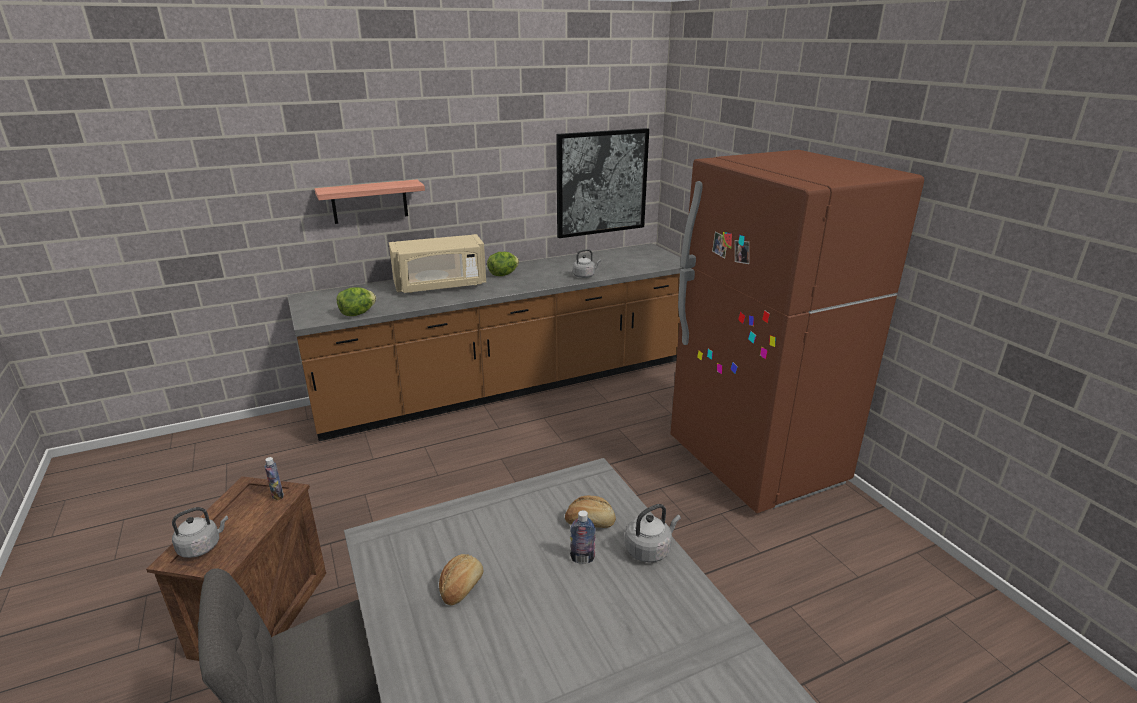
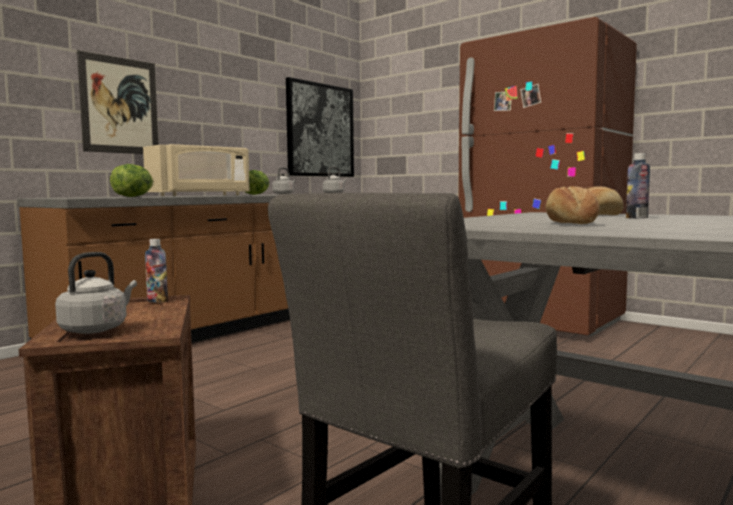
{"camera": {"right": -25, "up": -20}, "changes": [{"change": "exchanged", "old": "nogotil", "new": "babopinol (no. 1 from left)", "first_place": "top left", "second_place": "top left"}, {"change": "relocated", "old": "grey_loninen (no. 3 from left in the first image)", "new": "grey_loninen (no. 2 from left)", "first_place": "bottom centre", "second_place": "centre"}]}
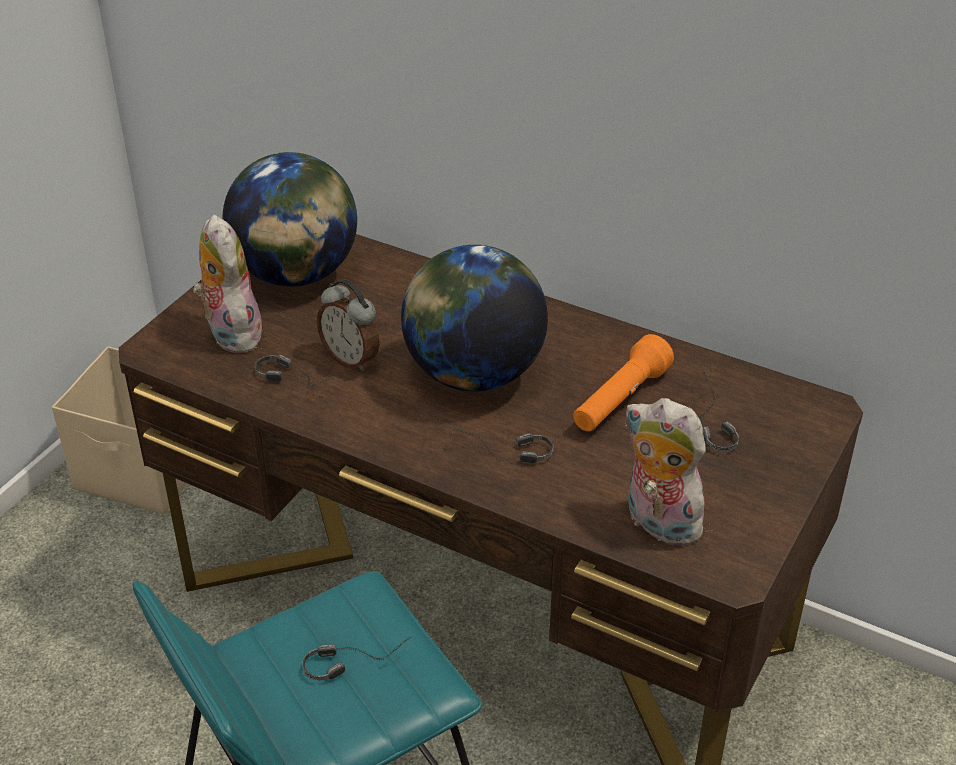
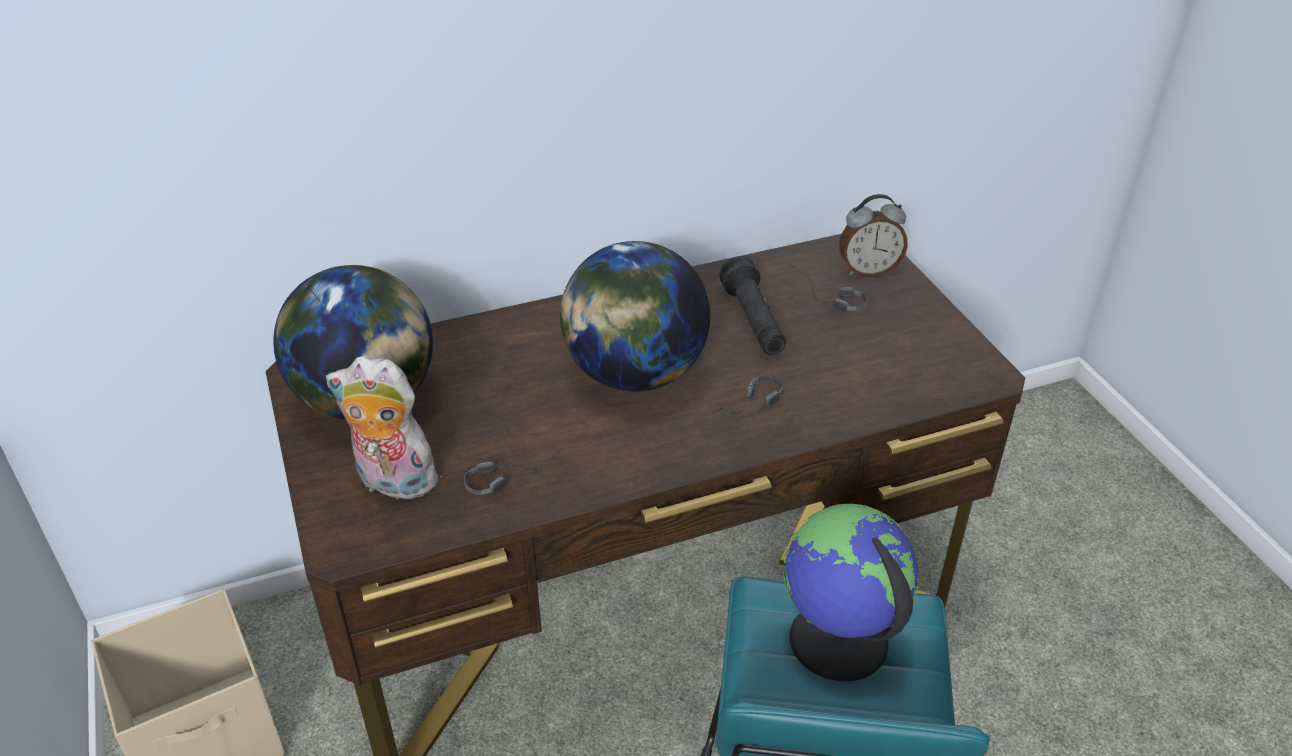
{"camera": {"right": -50, "up": 0}, "changes": [{"change": "colour", "old": "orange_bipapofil", "new": "black_bipapofil", "first_place": "centre", "second_place": "centre"}, {"change": "exchanged", "old": "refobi (no. 2 from left)", "new": "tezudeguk (no. 3 from left)", "first_place": "bottom centre", "second_place": "bottom centre"}, {"change": "relocated", "old": "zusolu", "first_place": "centre", "second_place": "top right"}, {"change": "missing", "old": "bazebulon (no. 2 from left)", "first_place": "middle right"}]}
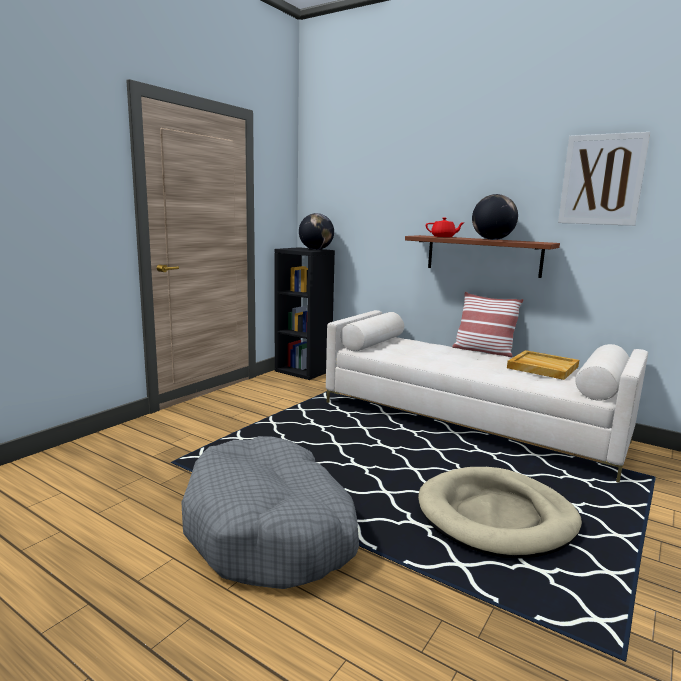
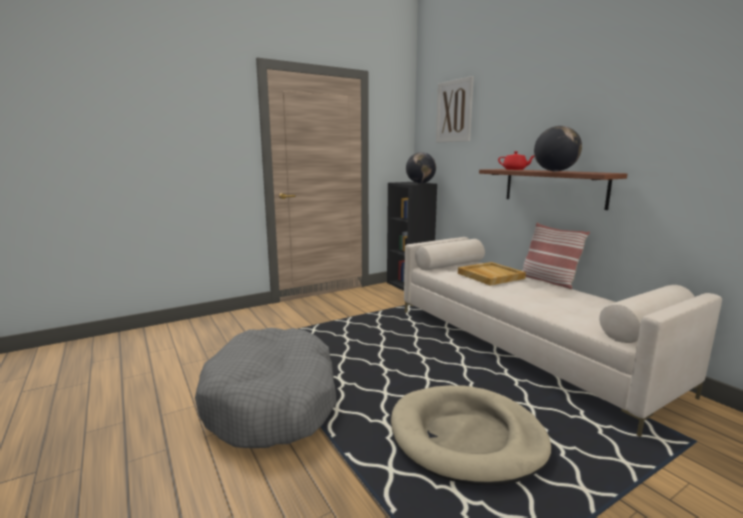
{"camera": {"right": 25, "up": 0}, "changes": [{"change": "relocated", "old": "babopinol", "first_place": "top right", "second_place": "top centre"}, {"change": "relocated", "old": "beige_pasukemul", "first_place": "middle right", "second_place": "centre"}]}
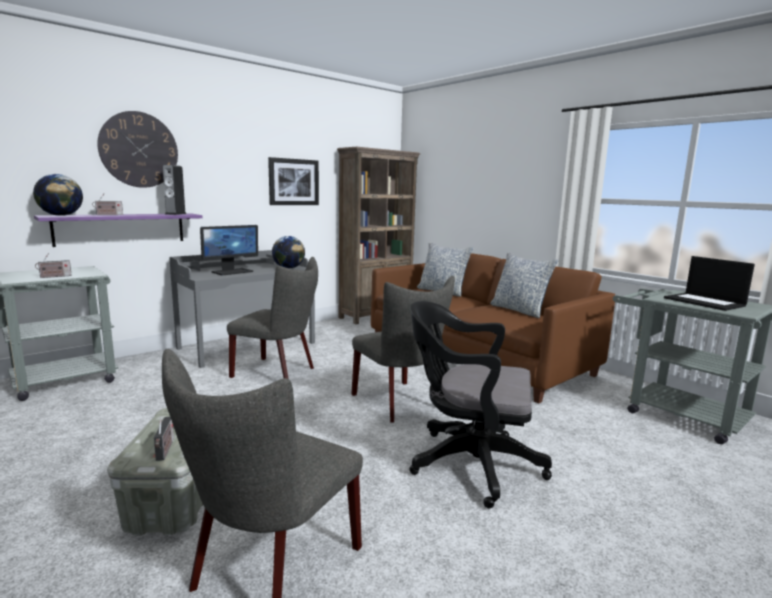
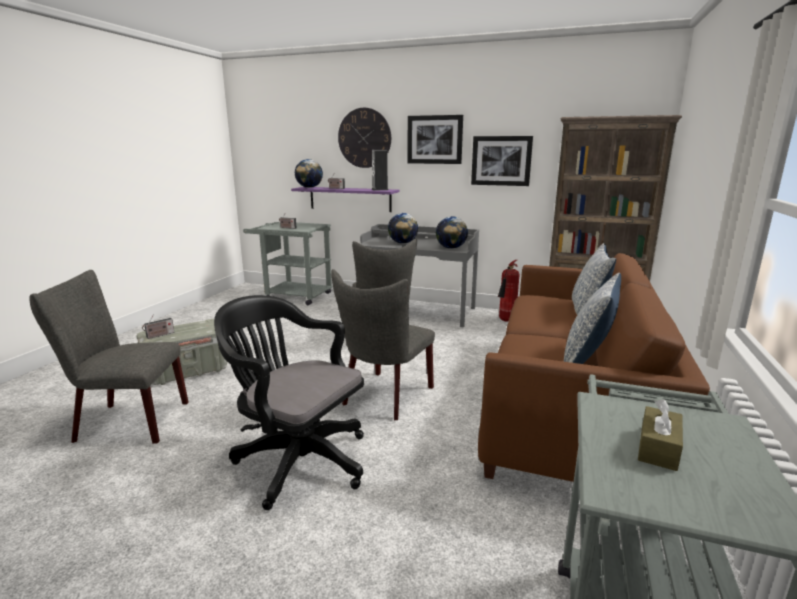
{"camera": {"right": 60, "up": 5}, "changes": [{"change": "spun", "old": "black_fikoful", "first_place": "bottom centre", "second_place": "bottom centre", "degrees": -45}, {"change": "exchanged", "old": "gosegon", "new": "tezudeguk (no. 2 from left)", "first_place": "middle left", "second_place": "centre"}, {"change": "appeared", "new": "babopinol (no. 1 from left)", "second_place": "top centre"}, {"change": "appeared", "new": "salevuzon", "second_place": "centre"}, {"change": "exchanged", "old": "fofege", "new": "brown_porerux", "first_place": "middle right", "second_place": "bottom right"}]}
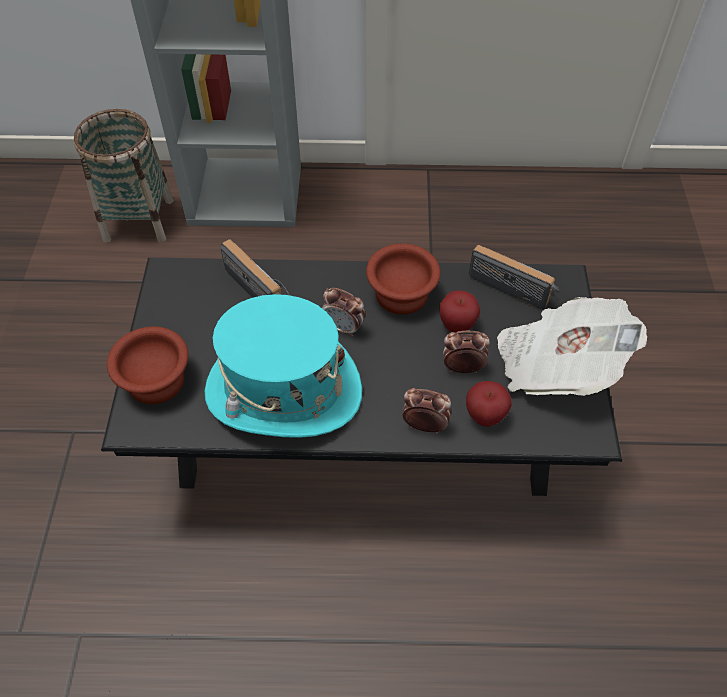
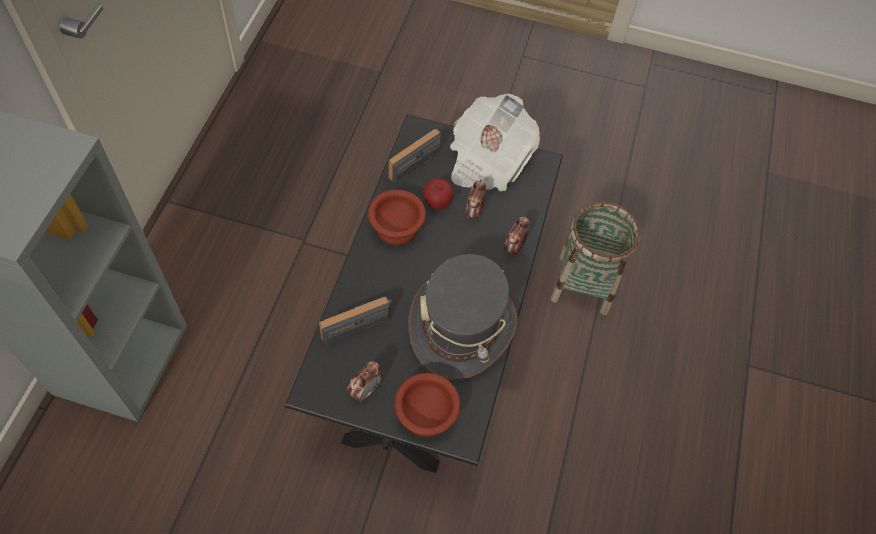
{"camera": {"right": -80, "up": 5}, "changes": [{"change": "relocated", "old": "zusolu (no. 1 from left)", "first_place": "centre", "second_place": "bottom centre"}, {"change": "colour", "old": "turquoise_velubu", "new": "grey_velubu", "first_place": "centre", "second_place": "centre"}, {"change": "relocated", "old": "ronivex", "first_place": "top left", "second_place": "middle right"}, {"change": "missing", "old": "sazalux (no. 2 from left)", "first_place": "middle right"}]}
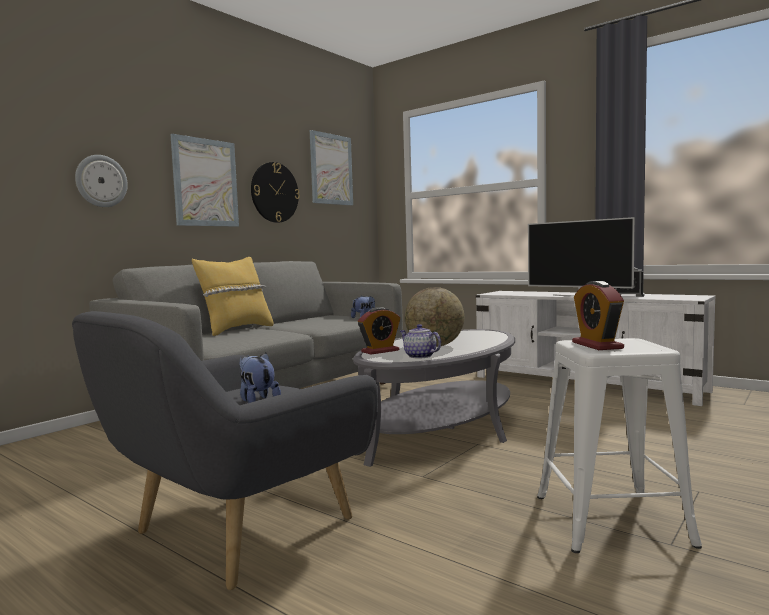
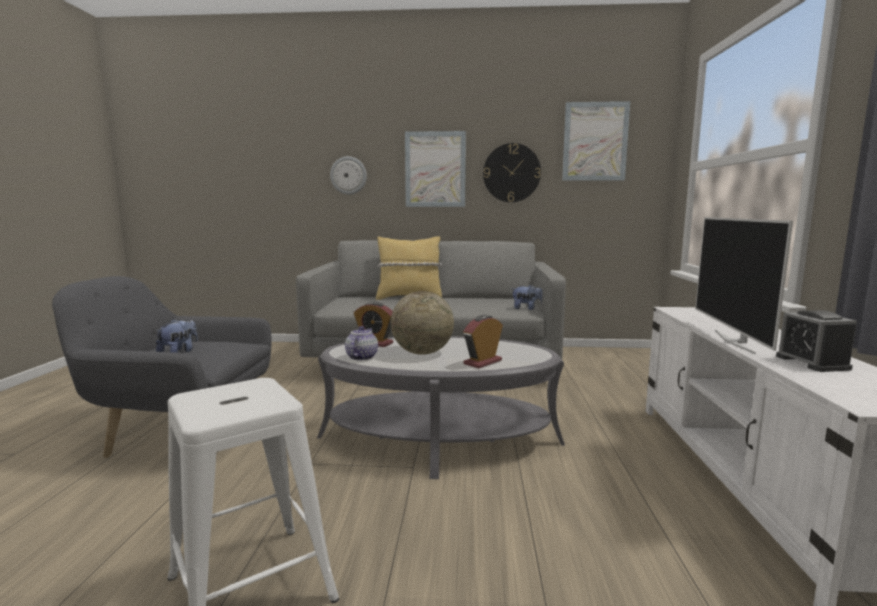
{"camera": {"right": 55, "up": 5}, "changes": [{"change": "relocated", "old": "zusolu (no. 2 from left)", "first_place": "middle right", "second_place": "centre"}]}
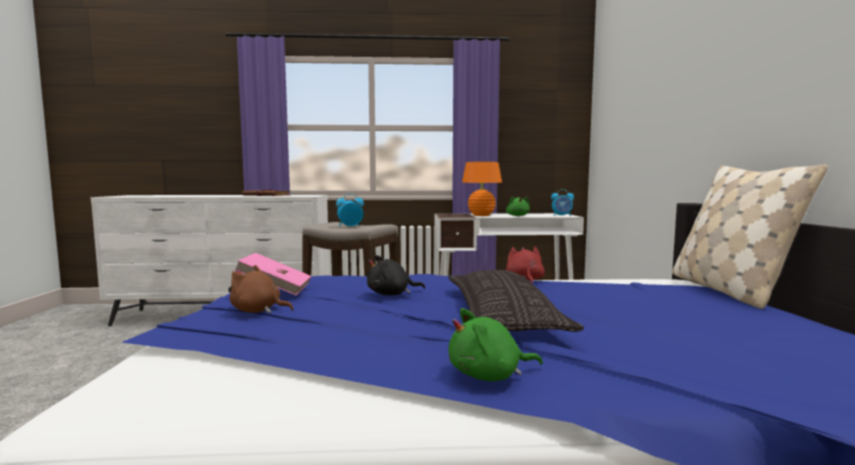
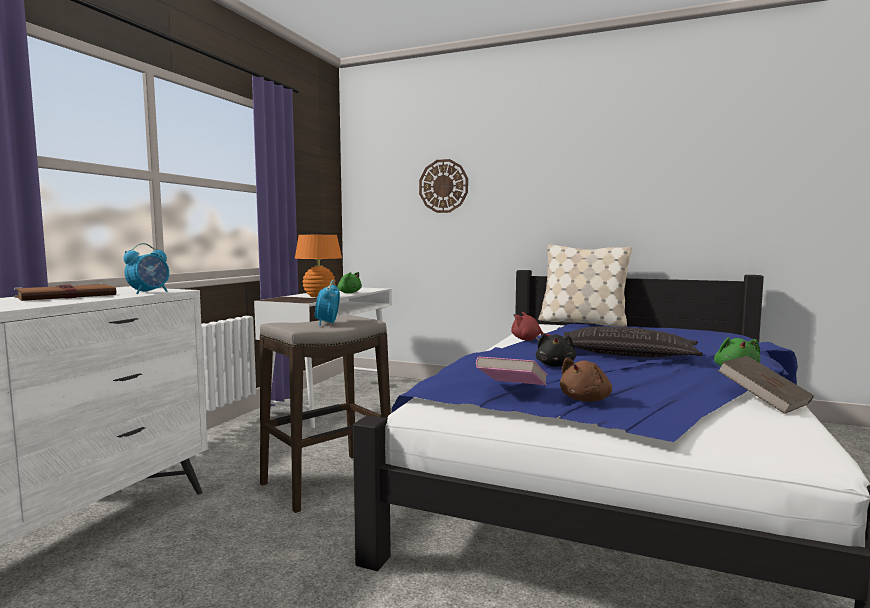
{"camera": {"right": -65, "up": 0}, "changes": [{"change": "relocated", "old": "zusolu (no. 2 from left in the first image)", "new": "zusolu (no. 1 from left)", "first_place": "centre", "second_place": "middle left"}, {"change": "appeared", "new": "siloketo", "second_place": "top centre"}, {"change": "appeared", "new": "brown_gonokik (no. 2 from left)", "second_place": "middle right"}]}
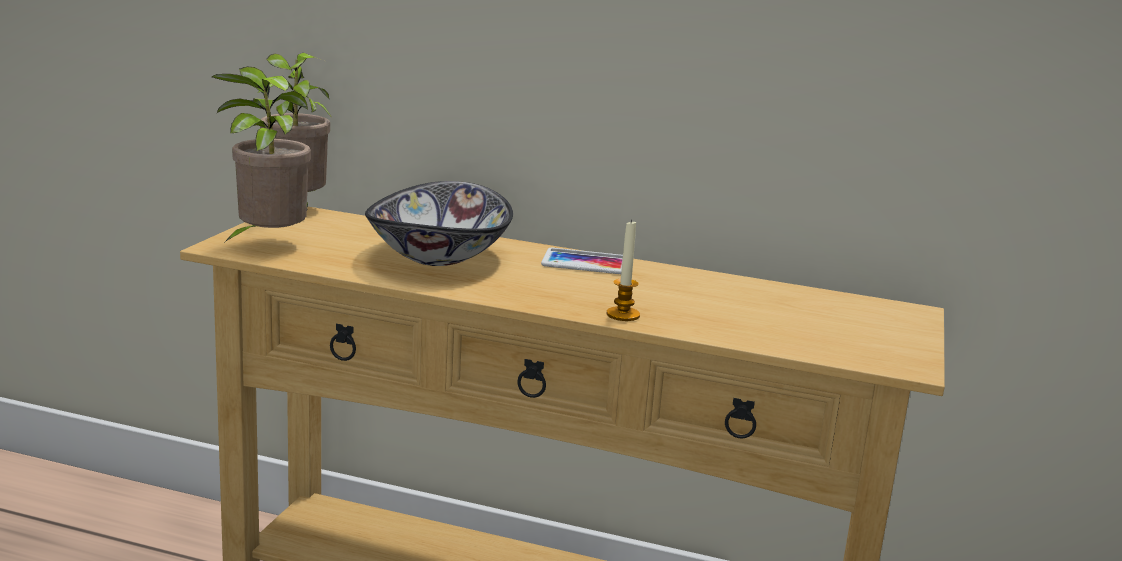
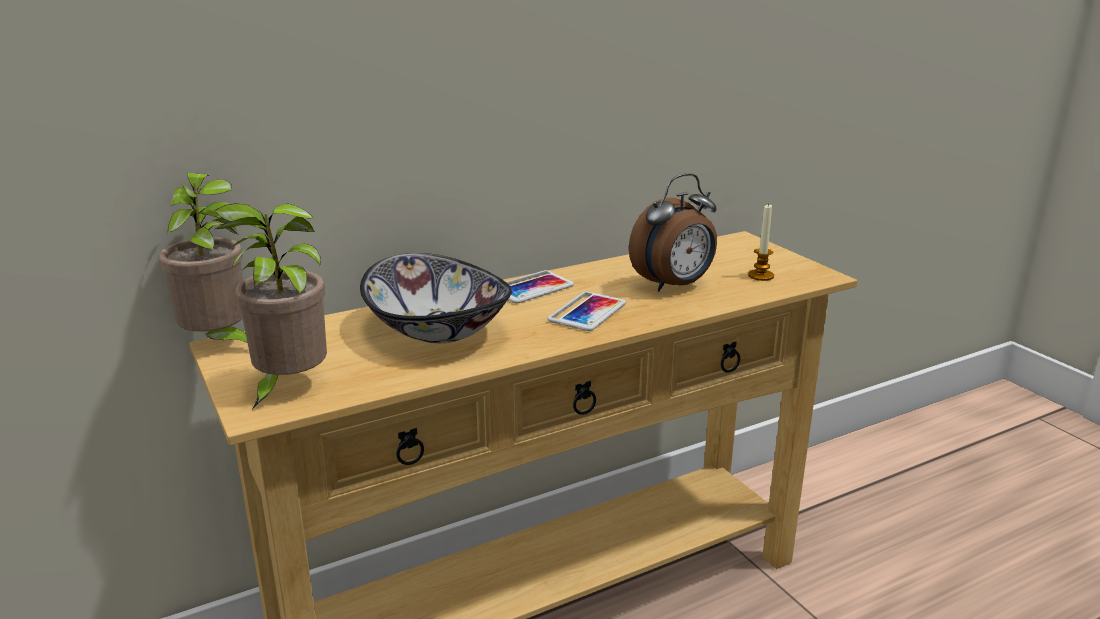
{"camera": {"right": -45, "up": 5}, "changes": [{"change": "appeared", "new": "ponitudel (no. 2 from left)", "second_place": "centre"}, {"change": "appeared", "new": "zusolu", "second_place": "centre"}, {"change": "relocated", "old": "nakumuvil", "first_place": "centre", "second_place": "middle right"}]}
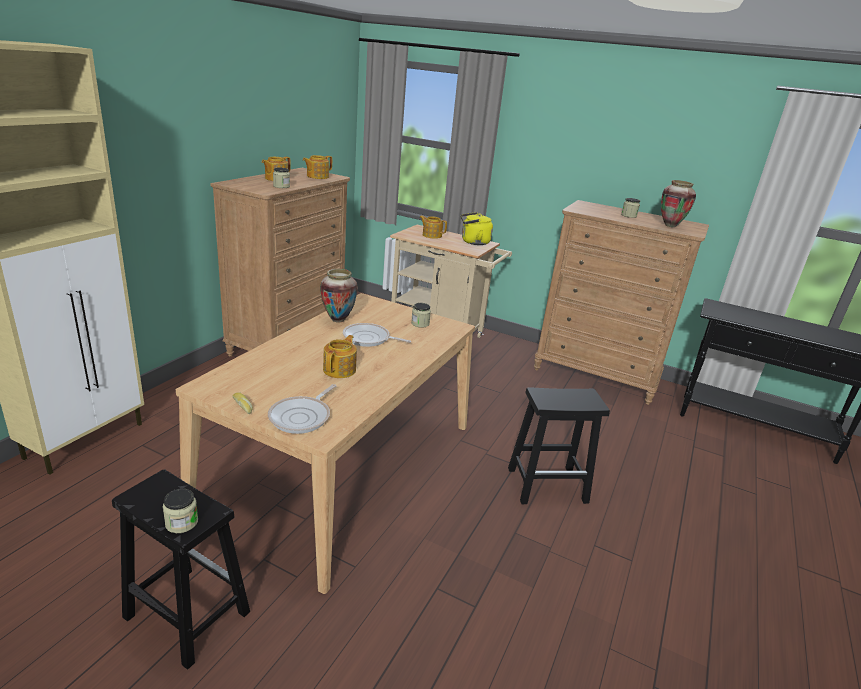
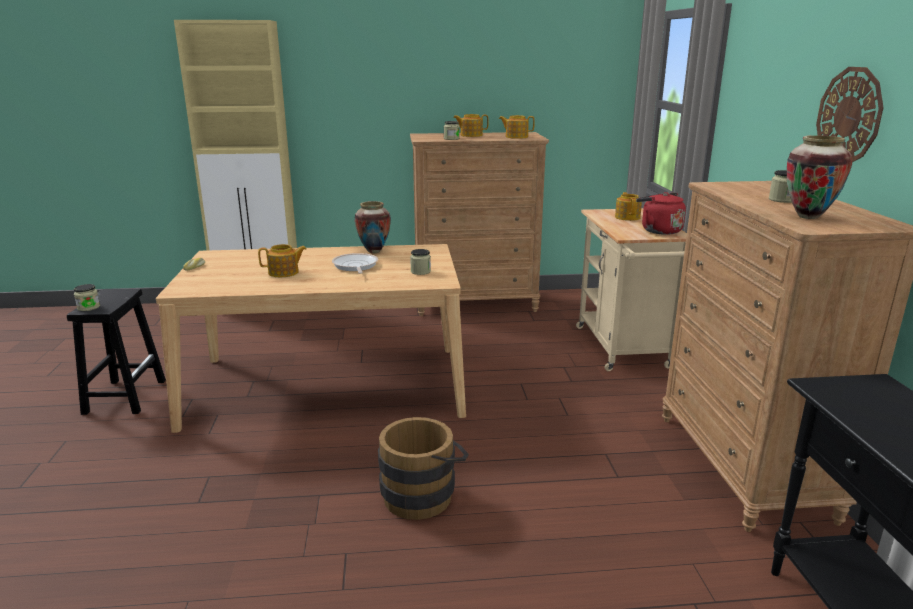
{"camera": {"right": 60, "up": -5}, "changes": [{"change": "exchanged", "old": "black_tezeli (no. 2 from left)", "new": "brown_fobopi", "first_place": "centre", "second_place": "bottom centre"}, {"change": "colour", "old": "yellow_loninen", "new": "red_loninen", "first_place": "top centre", "second_place": "middle right"}, {"change": "appeared", "new": "siloketo", "second_place": "top right"}, {"change": "missing", "old": "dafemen (no. 1 from left)", "first_place": "centre"}]}
